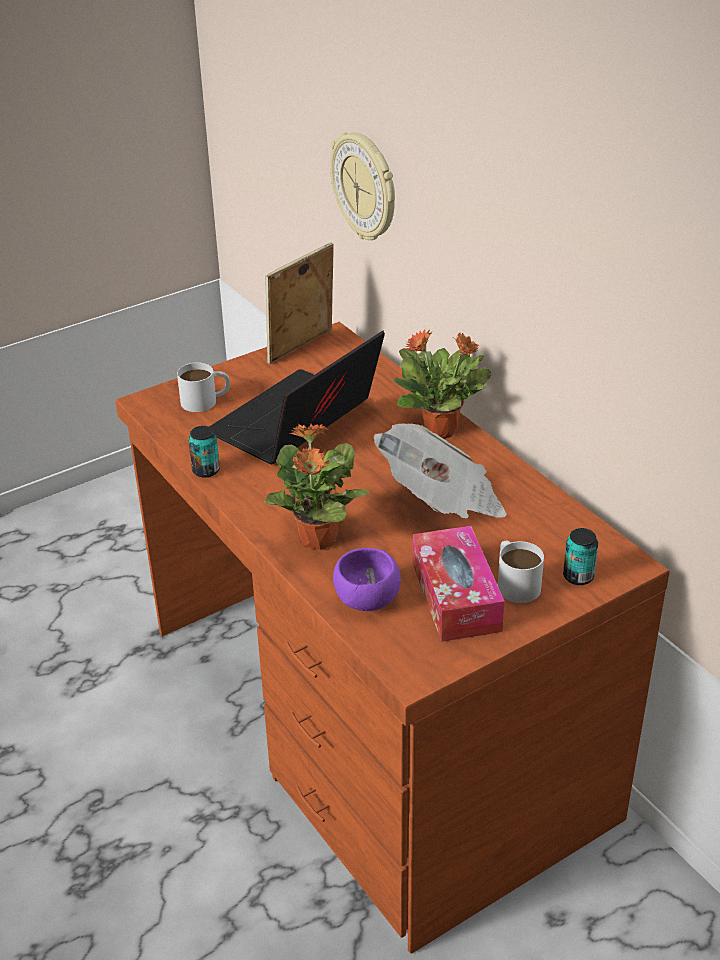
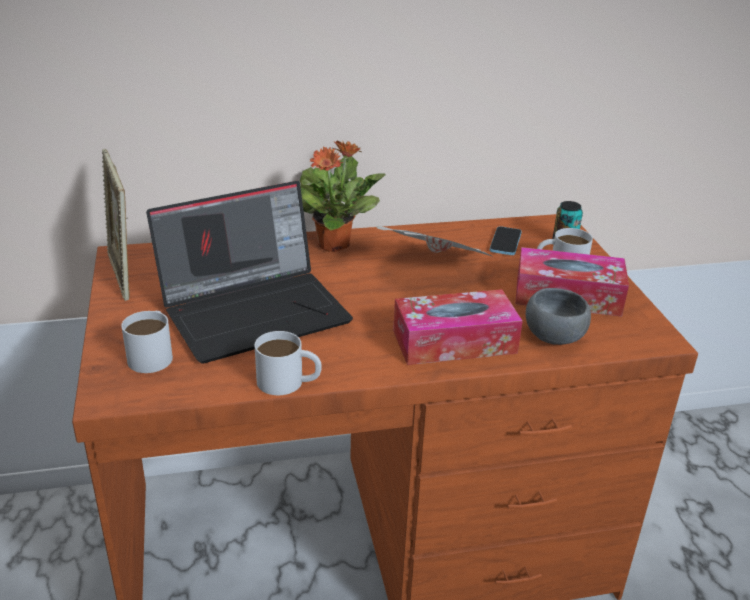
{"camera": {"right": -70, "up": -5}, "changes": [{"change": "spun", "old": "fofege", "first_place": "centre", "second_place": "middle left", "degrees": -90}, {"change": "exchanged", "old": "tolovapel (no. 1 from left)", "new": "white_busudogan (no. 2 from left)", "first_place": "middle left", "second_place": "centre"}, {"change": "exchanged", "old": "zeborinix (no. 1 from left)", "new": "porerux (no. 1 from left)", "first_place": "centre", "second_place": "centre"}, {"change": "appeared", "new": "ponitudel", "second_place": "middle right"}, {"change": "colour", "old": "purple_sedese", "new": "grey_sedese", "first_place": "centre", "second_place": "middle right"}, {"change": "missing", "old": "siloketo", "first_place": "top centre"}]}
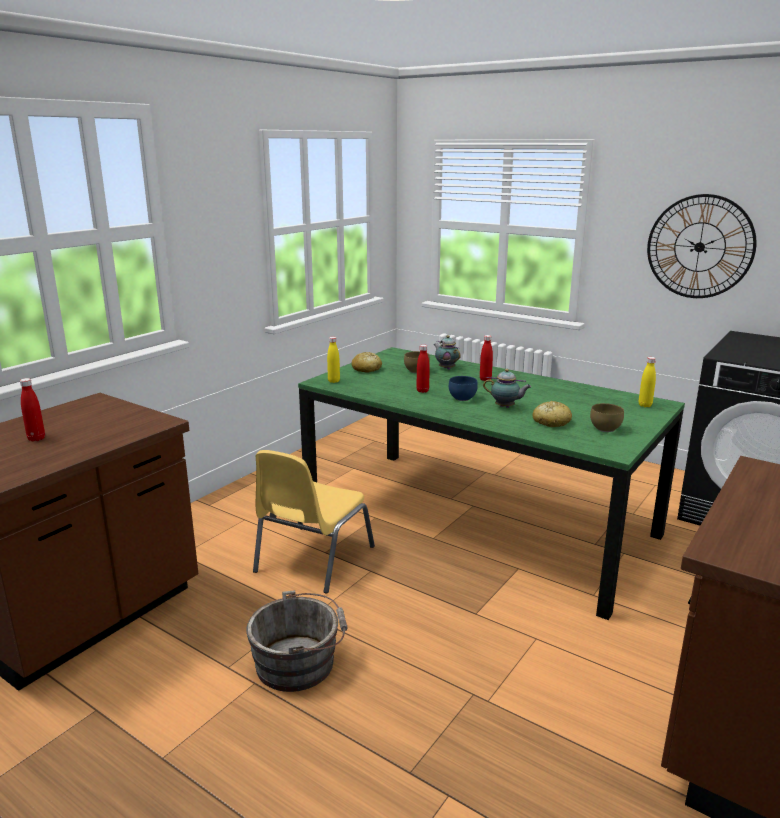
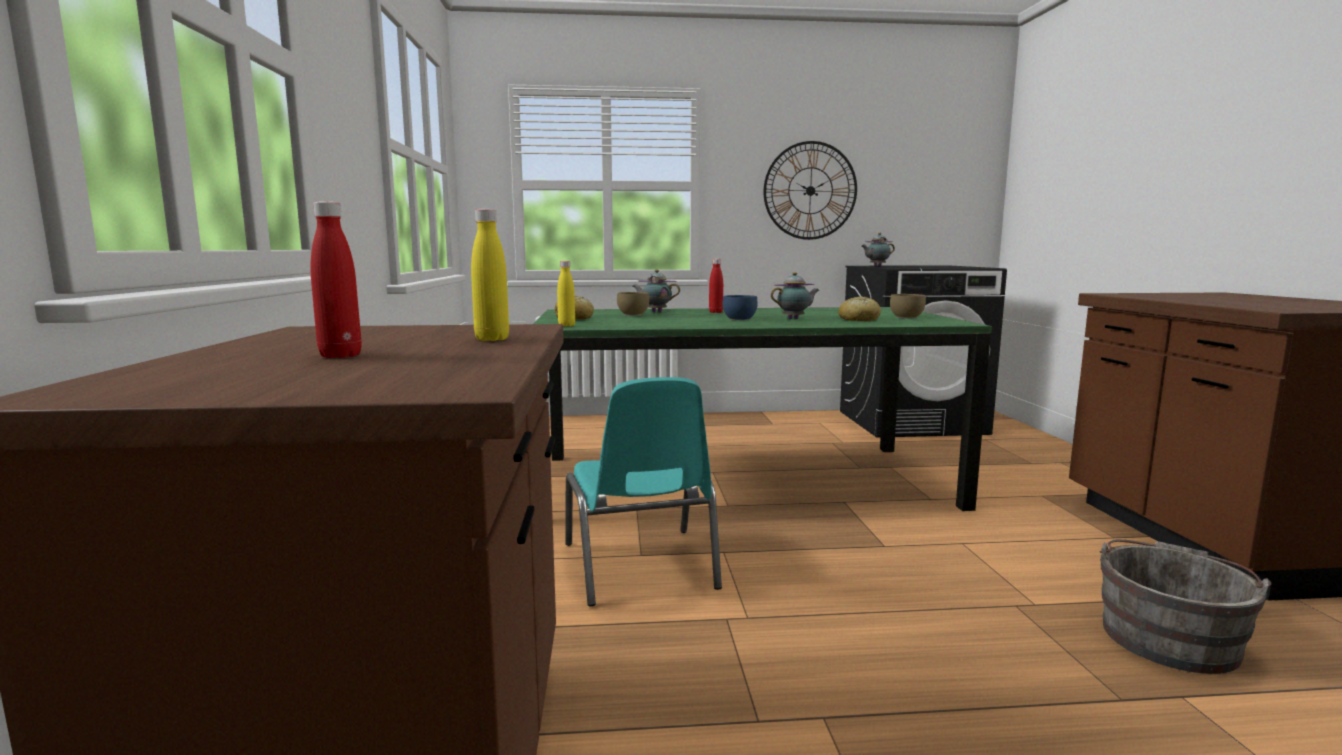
{"camera": {"right": -40, "up": -10}, "changes": [{"change": "relocated", "old": "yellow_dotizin (no. 2 from left in the first image)", "new": "yellow_dotizin (no. 1 from left)", "first_place": "middle right", "second_place": "centre"}, {"change": "colour", "old": "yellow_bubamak", "new": "turquoise_bubamak", "first_place": "centre", "second_place": "centre"}, {"change": "appeared", "new": "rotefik (no. 3 from left)", "second_place": "top centre"}, {"change": "relocated", "old": "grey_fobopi", "first_place": "bottom centre", "second_place": "bottom right"}, {"change": "missing", "old": "red_dotizin (no. 2 from left)", "first_place": "centre"}]}
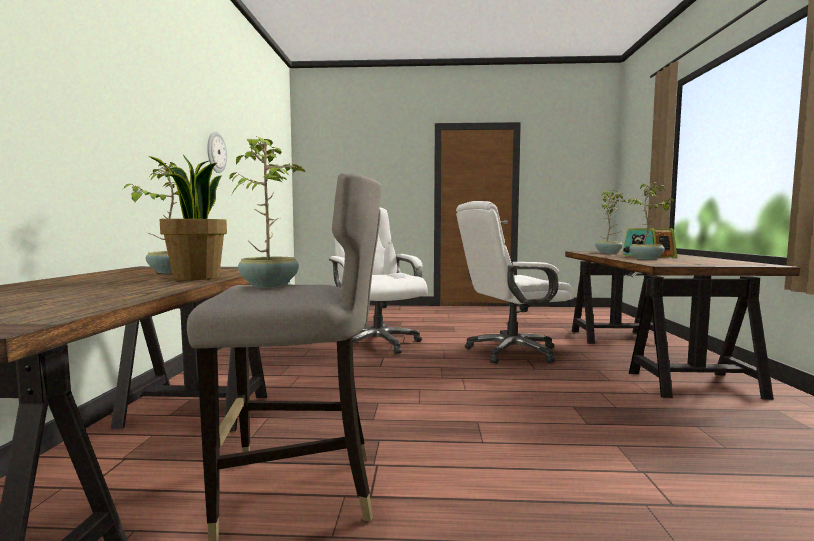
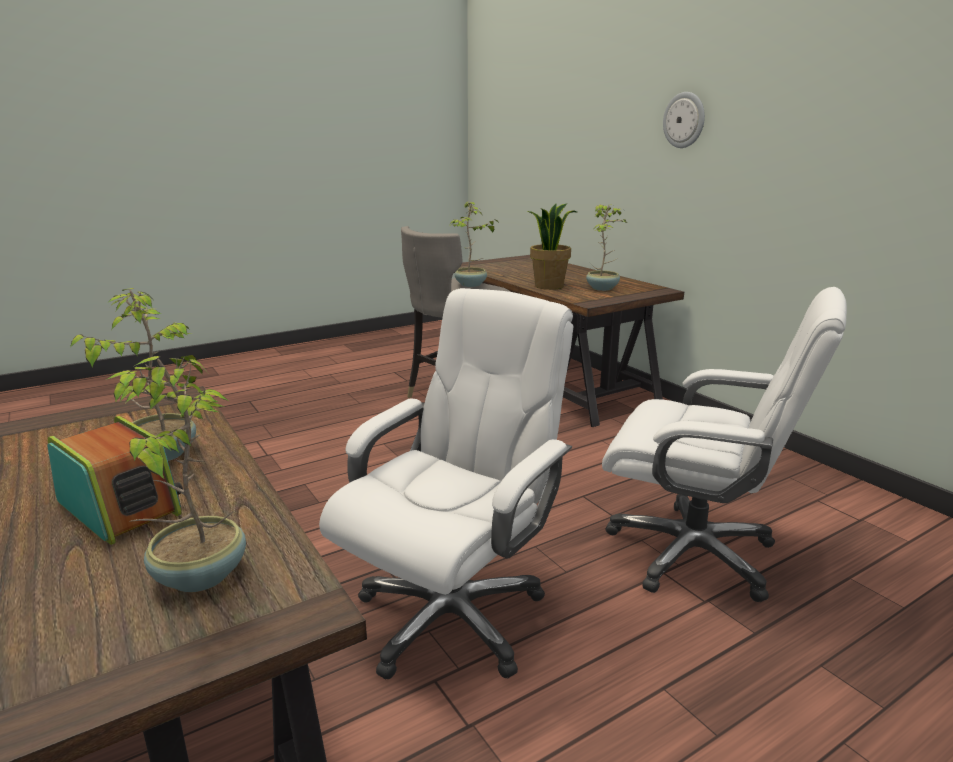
{"camera": {"right": 145, "up": 15}, "changes": [{"change": "relocated", "old": "siloketo", "first_place": "top left", "second_place": "top right"}]}
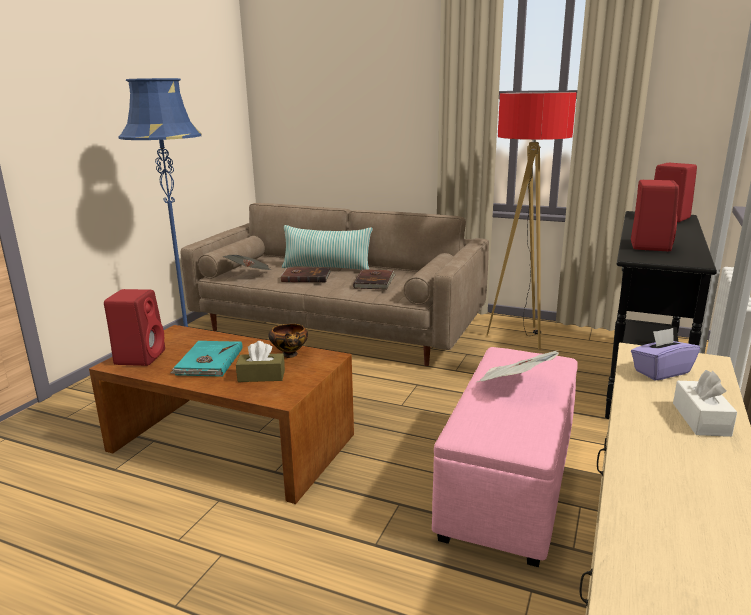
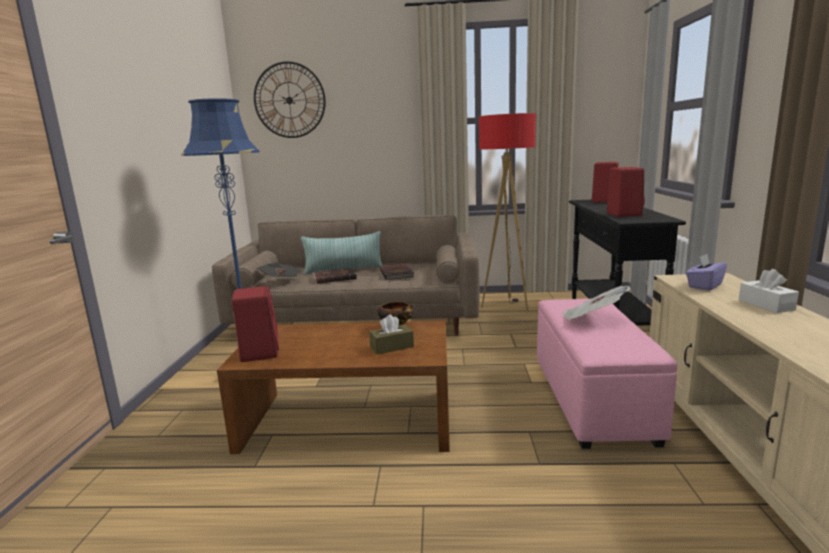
{"camera": {"right": -20, "up": -5}, "changes": [{"change": "appeared", "new": "siloketo", "second_place": "top centre"}, {"change": "missing", "old": "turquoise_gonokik", "first_place": "middle left"}]}
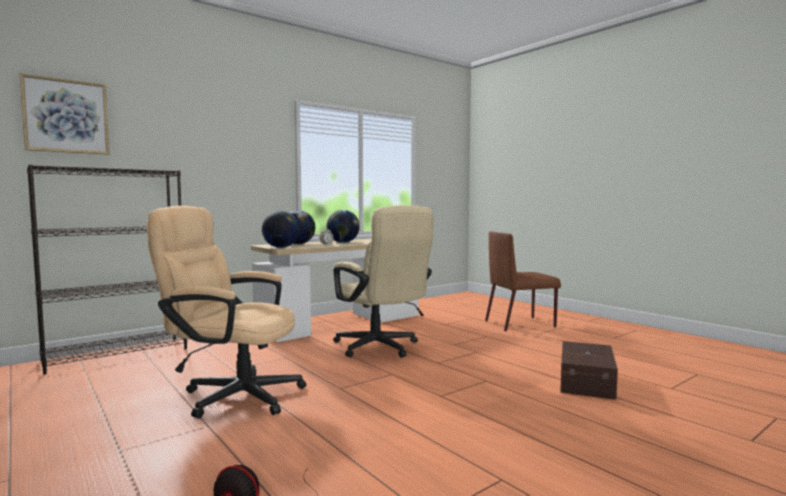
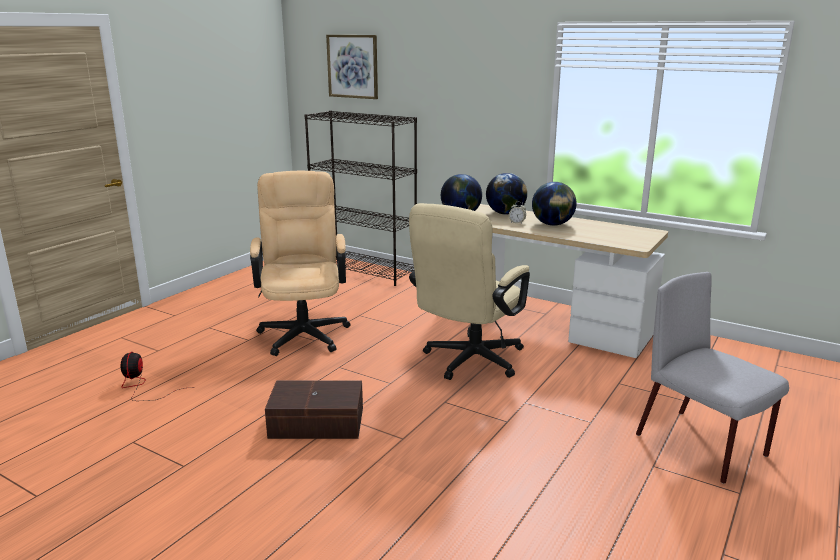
{"camera": {"right": 70, "up": 15}, "changes": [{"change": "relocated", "old": "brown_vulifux", "first_place": "bottom right", "second_place": "bottom centre"}, {"change": "colour", "old": "brown_bubamak", "new": "grey_bubamak", "first_place": "centre", "second_place": "bottom right"}]}
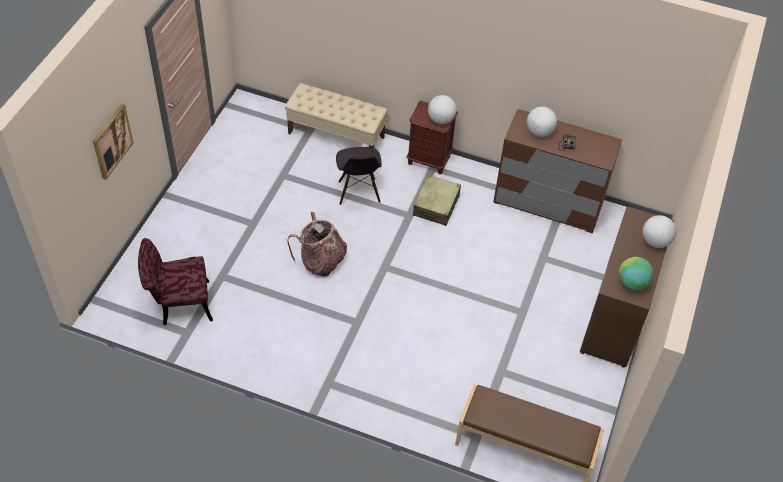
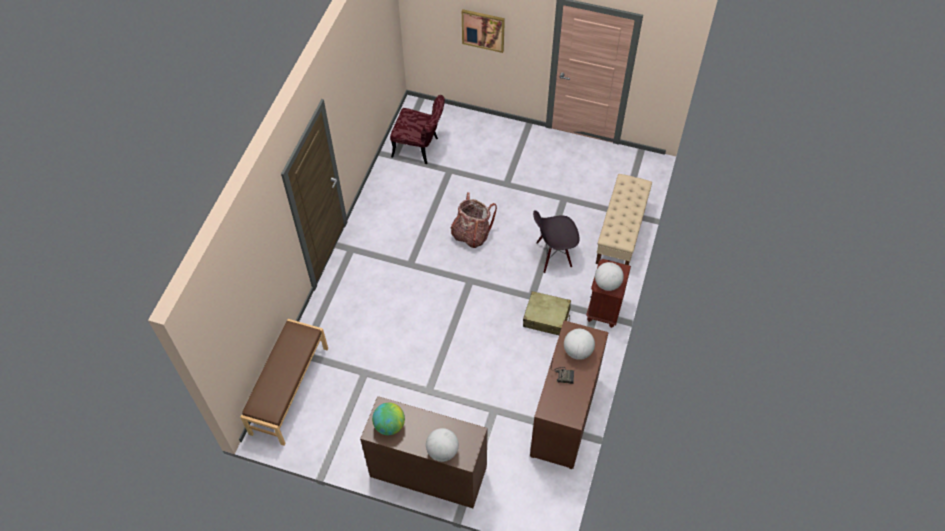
{"camera": {"right": 90, "up": 5}, "changes": [{"change": "spun", "old": "red_bubamak", "first_place": "middle left", "second_place": "top centre", "degrees": 120}]}
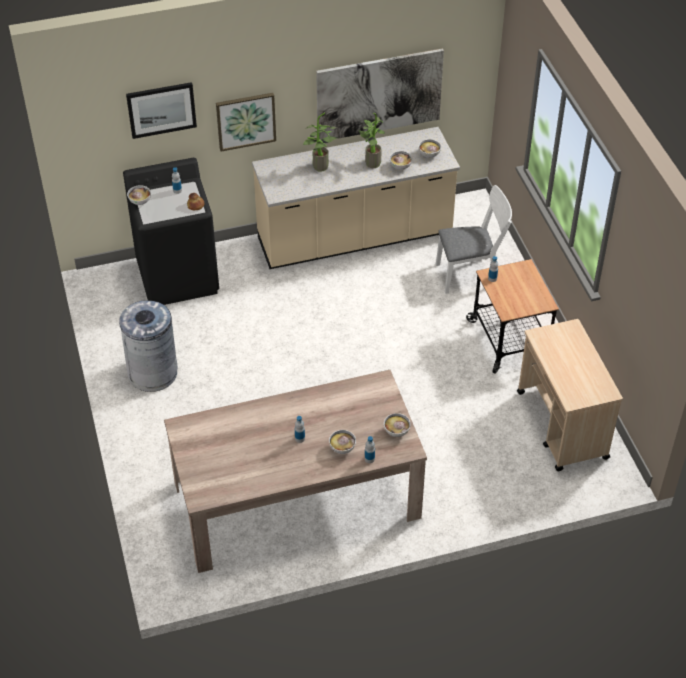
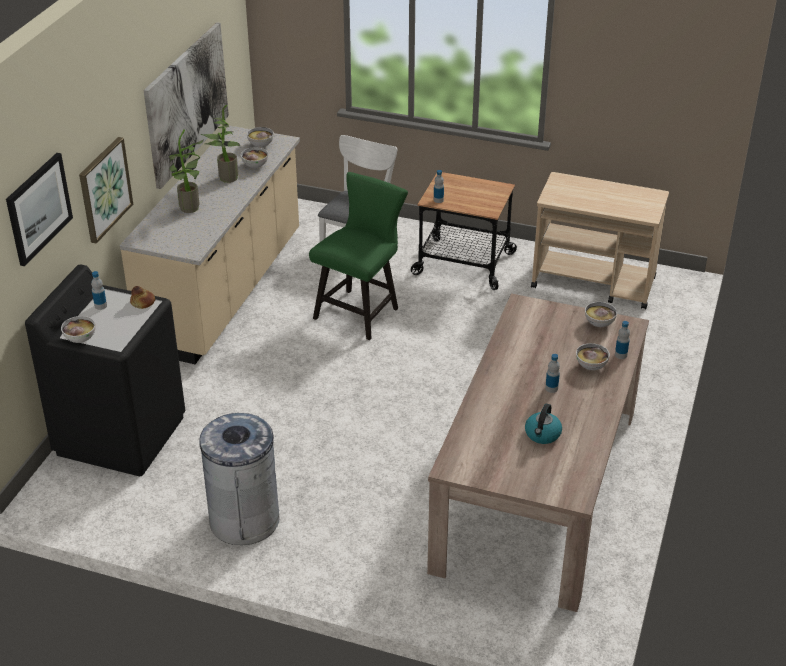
{"camera": {"right": -55, "up": -10}, "changes": [{"change": "appeared", "new": "green_bubamak", "second_place": "centre"}, {"change": "appeared", "new": "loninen", "second_place": "middle right"}]}
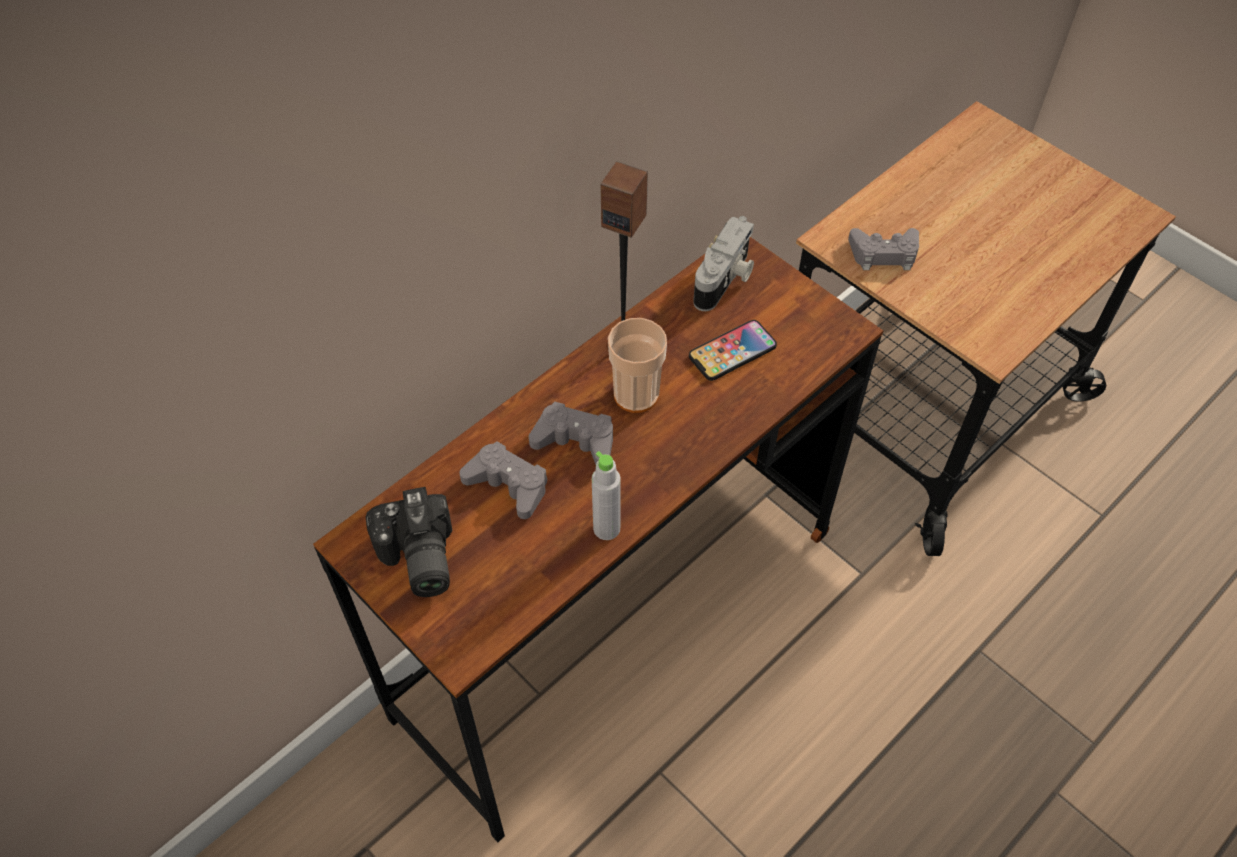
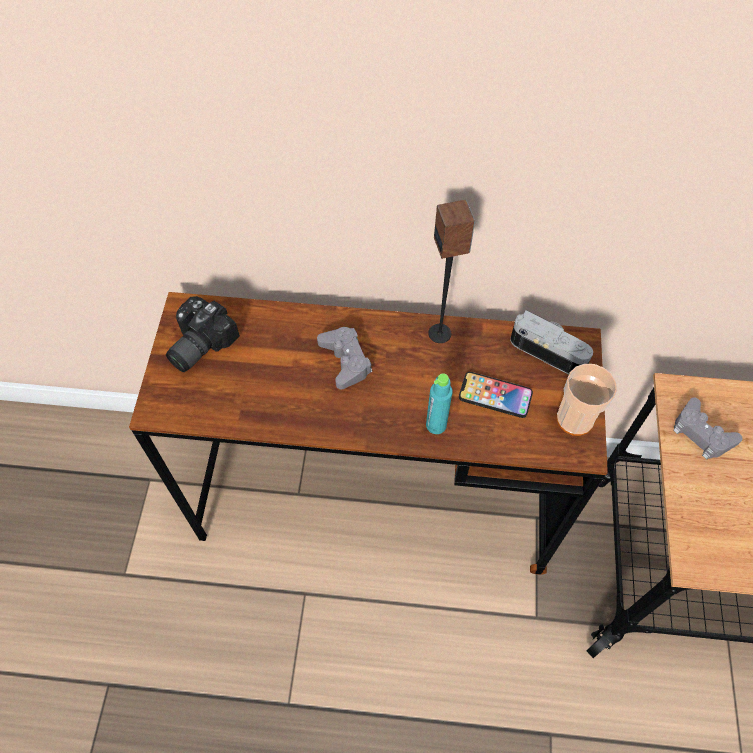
{"camera": {"right": 50, "up": 5}, "changes": [{"change": "appeared", "new": "turquoise_dotizin", "second_place": "centre"}, {"change": "spun", "old": "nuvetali (no. 2 from left)", "first_place": "top centre", "second_place": "middle right", "degrees": -135}, {"change": "relocated", "old": "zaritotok", "first_place": "centre", "second_place": "middle right"}, {"change": "missing", "old": "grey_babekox (no. 1 from left)", "first_place": "centre"}, {"change": "missing", "old": "grey_dotizin", "first_place": "centre"}]}
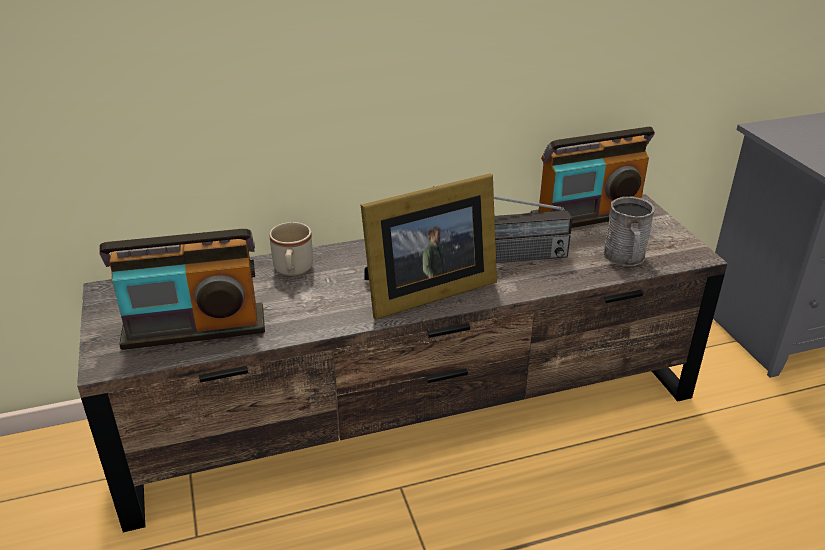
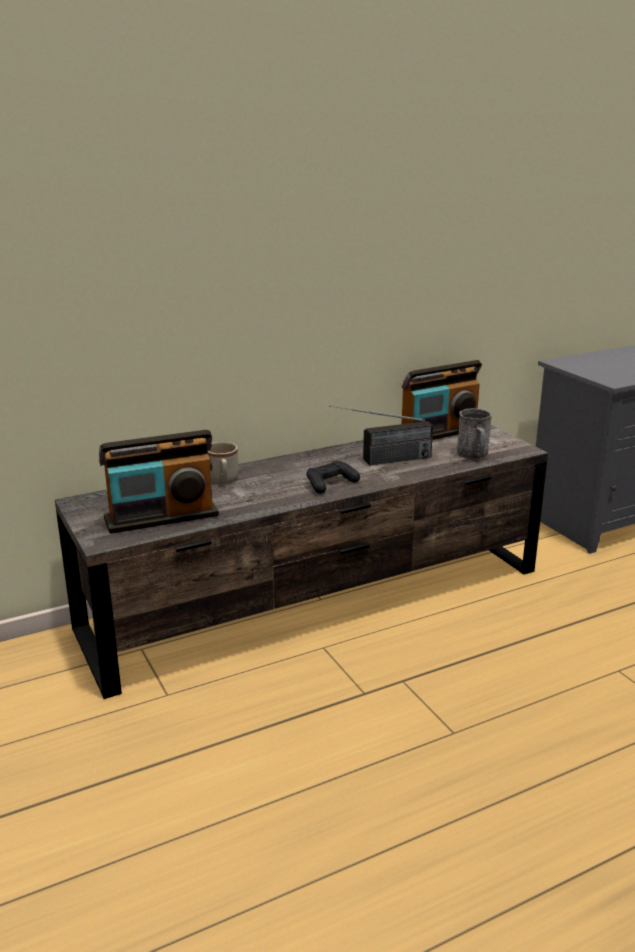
{"camera": {"right": -10, "up": -10}, "changes": [{"change": "exchanged", "old": "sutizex", "new": "black_babekox", "first_place": "centre", "second_place": "centre"}]}
